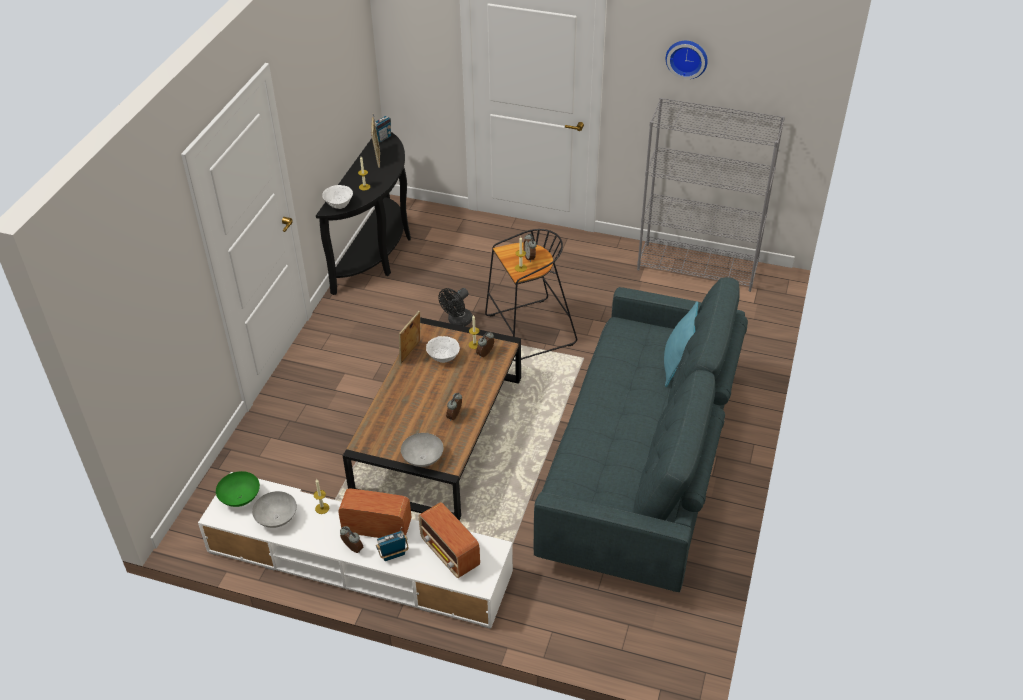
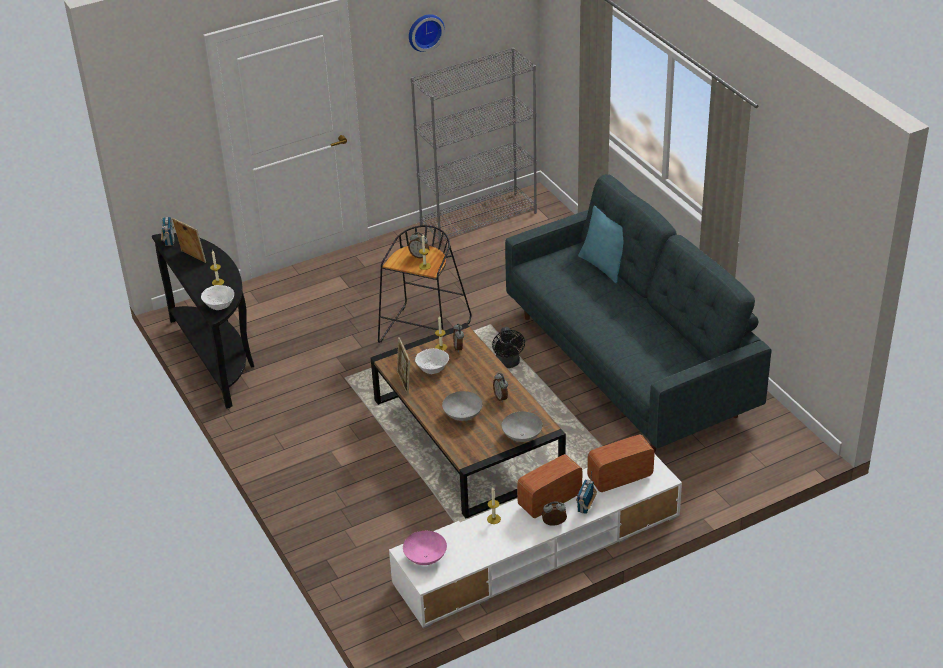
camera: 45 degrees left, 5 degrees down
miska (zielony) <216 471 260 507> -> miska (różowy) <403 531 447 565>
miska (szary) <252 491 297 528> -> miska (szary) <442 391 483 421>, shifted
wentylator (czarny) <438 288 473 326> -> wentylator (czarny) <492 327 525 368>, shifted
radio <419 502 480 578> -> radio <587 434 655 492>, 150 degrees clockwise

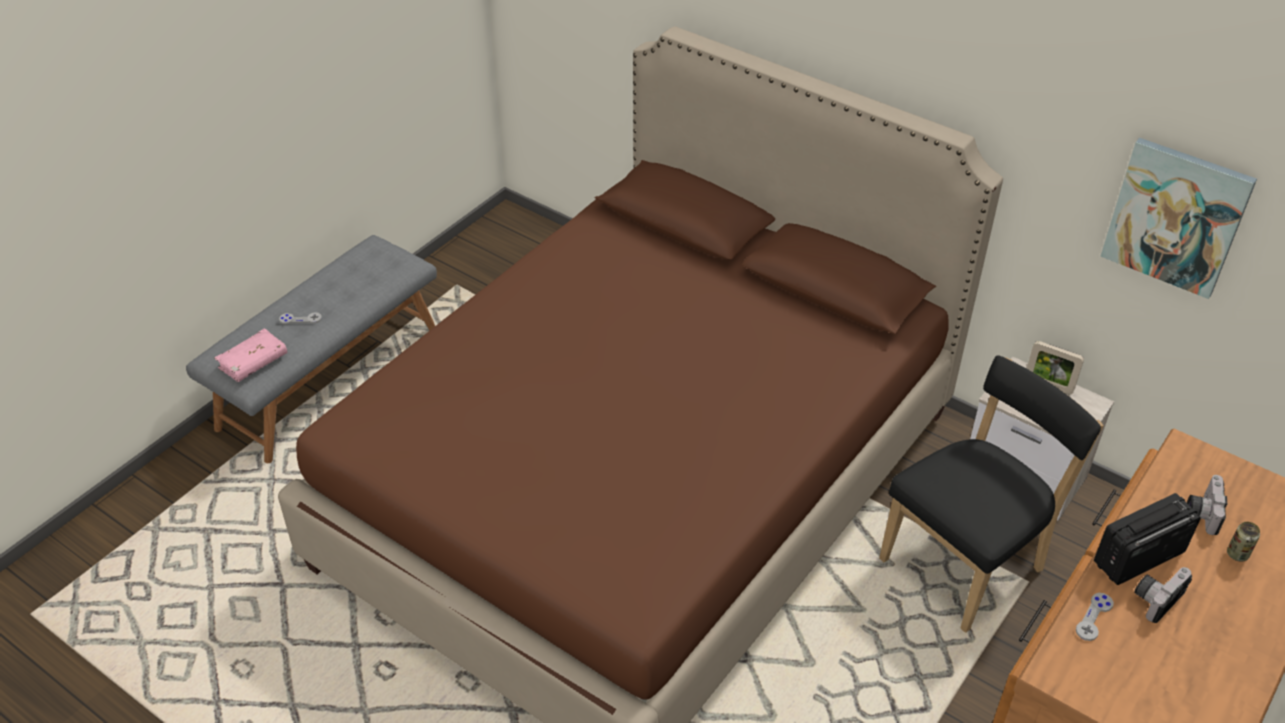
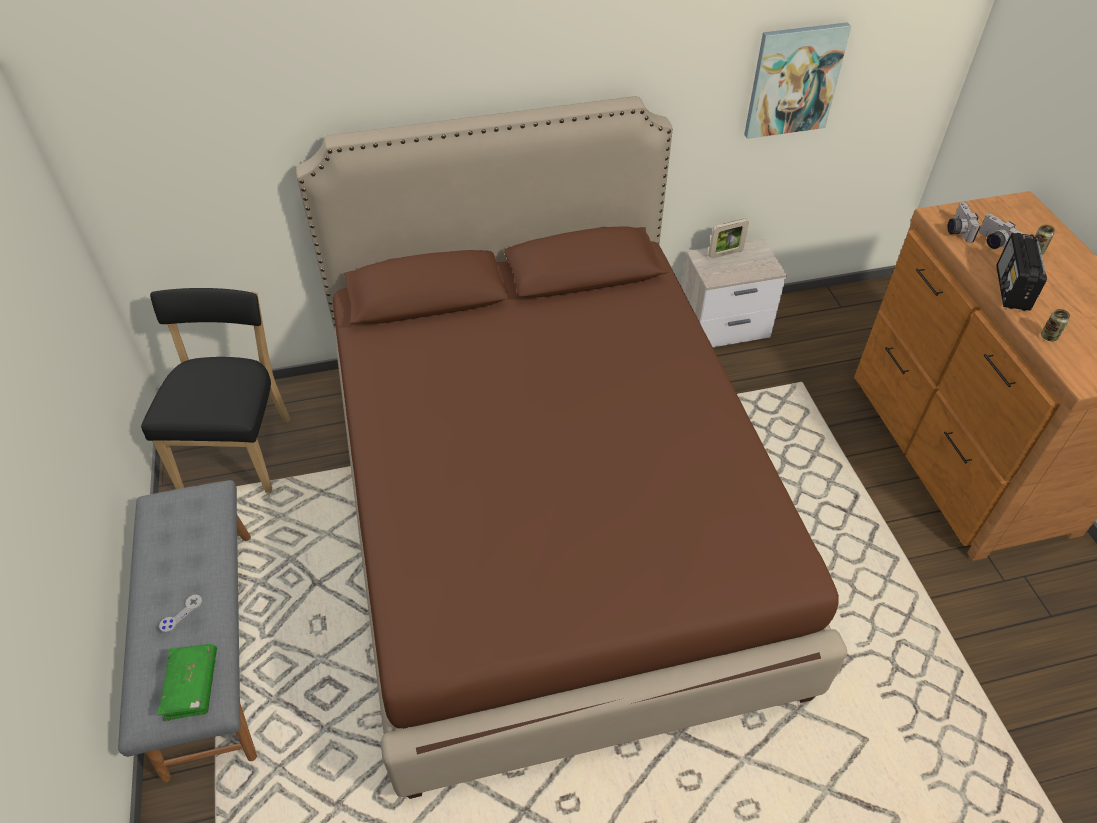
camera: 50 degrees left, 5 degrees up
krzesło (czarny) <879 355 1104 633> -> krzesło (czarny) <141 288 290 493>, shifted
książka (różowy) <214 328 288 382> -> książka (zielony) <157 644 217 721>
aparat fotograficzny <1134 567 1192 623> -> aparat fotograficzny <947 202 980 243>, shifted
pad do gier (szary) <1076 593 1114 641> -> puszka <1041 309 1070 341>

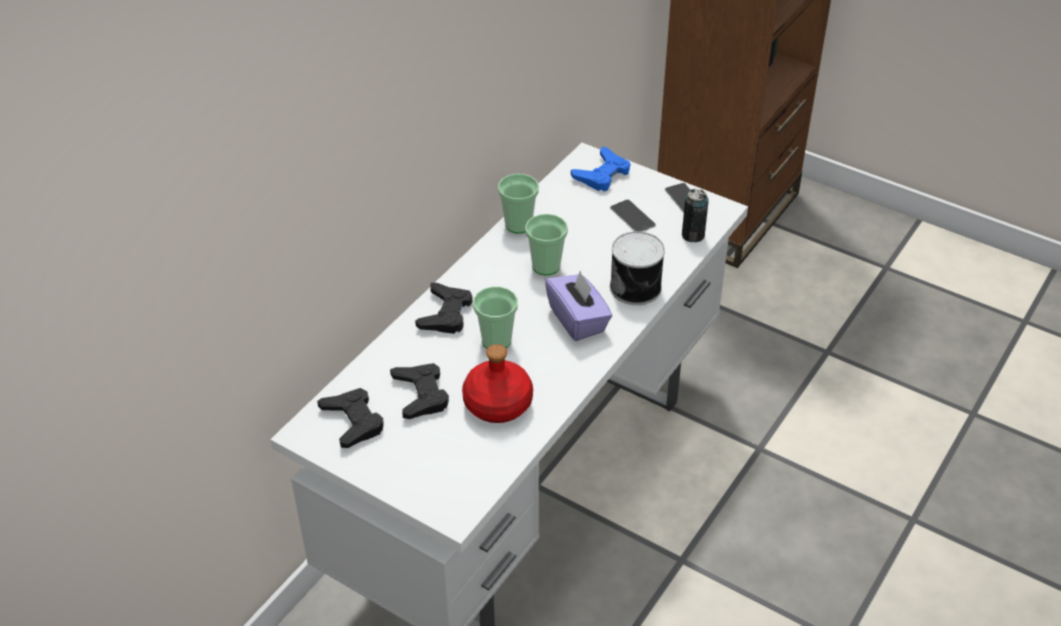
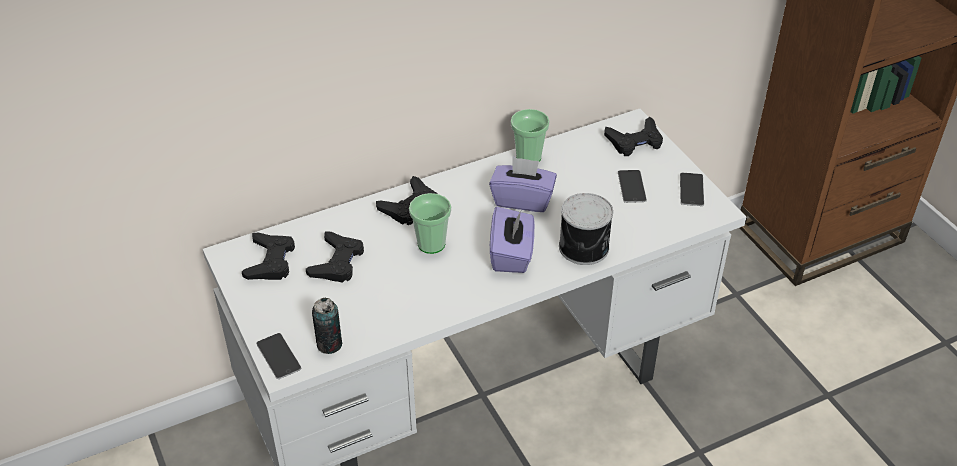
camera: 30 degrees right, 0 degrees up
none -> telefon <256 333 301 379>
puszka <682 189 709 242> -> puszka <312 298 343 354>, shifted
filiżanka <525 214 568 276> -> pudełko chusteczek (fioletowy) <489 156 557 212>
pad do gier (niebieski) <571 146 630 192> -> pad do gier (czarny) <604 117 663 156>
butelka (czerwony) <462 344 533 423> -> none

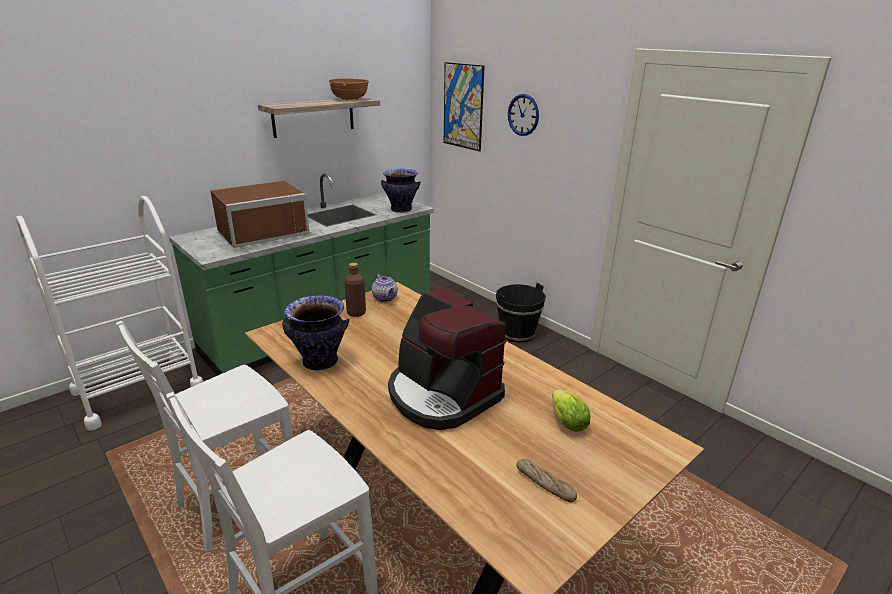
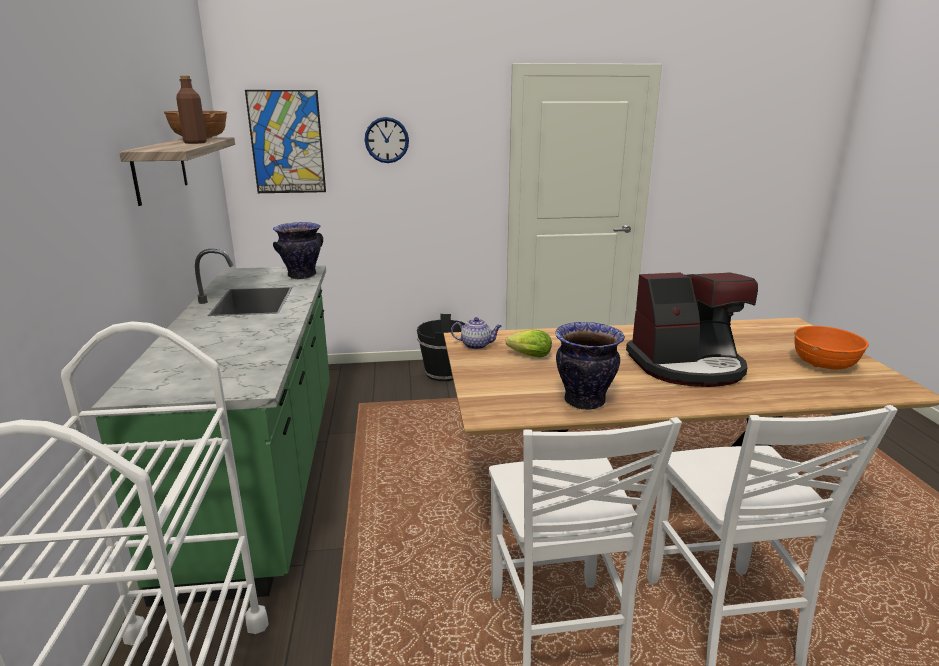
camera: 55 degrees left, 5 degrees down
butelka (brązowy) <344 263 366 317> -> butelka (brązowy) <176 76 207 144>, shifted
sałata <552 390 591 432> -> sałata <506 329 552 358>, shifted
chleb <516 459 577 502> -> miska (pomarańczowy) <794 326 869 369>
mikrofalówka (brązowy) <211 181 310 248> -> none

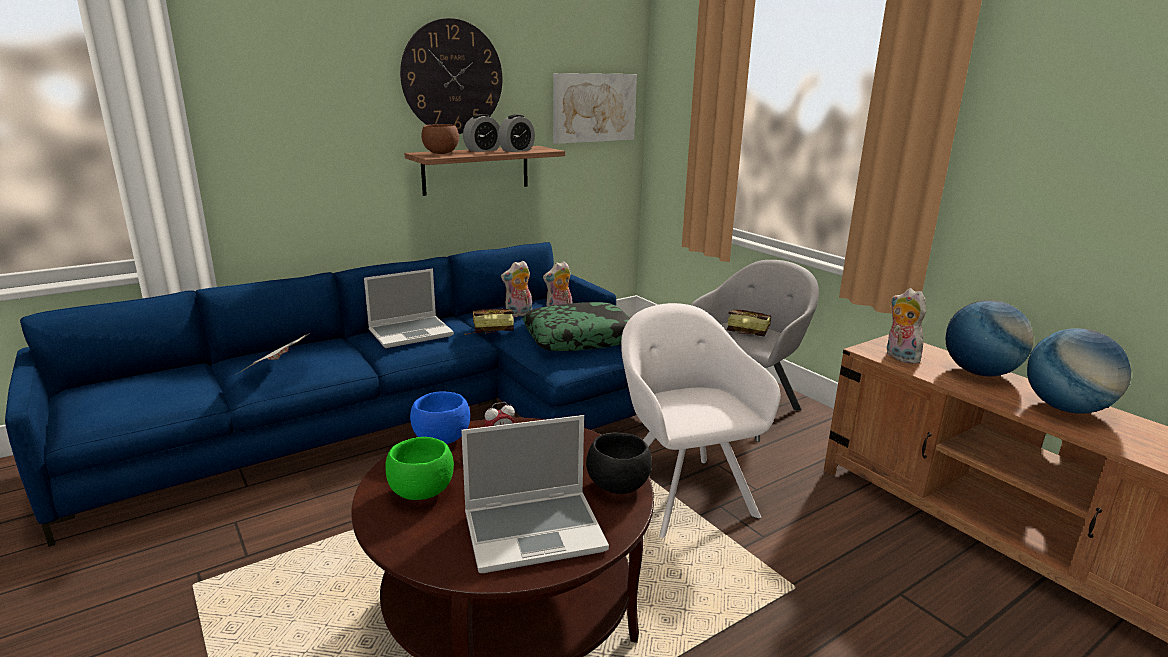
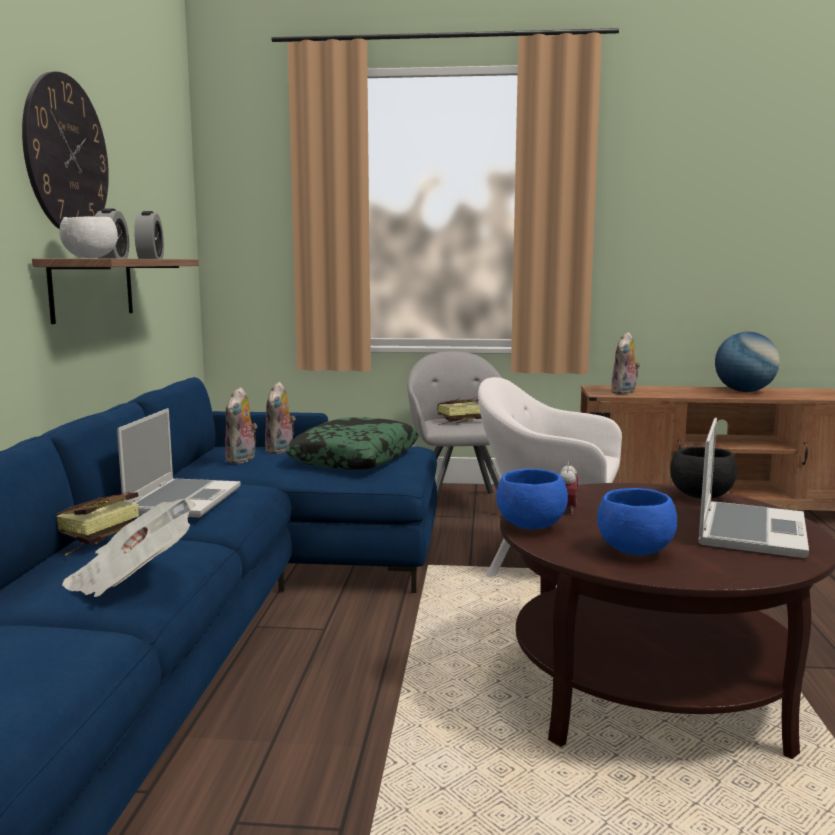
camera: 50 degrees left, 10 degrees down
książka <465 308 514 335> -> książka <56 492 139 556>, shifted
miska (brązowy) <421 124 459 154> -> miska (biały) <59 216 118 258>
miska (zielony) <385 437 454 500> -> miska (niebieski) <597 488 677 555>
pluszak <887 288 926 364> -> pluszak <611 332 640 394>, 75 degrees counterclockwise
obraz <553 73 637 144> -> none
globus <946 300 1034 377> -> none

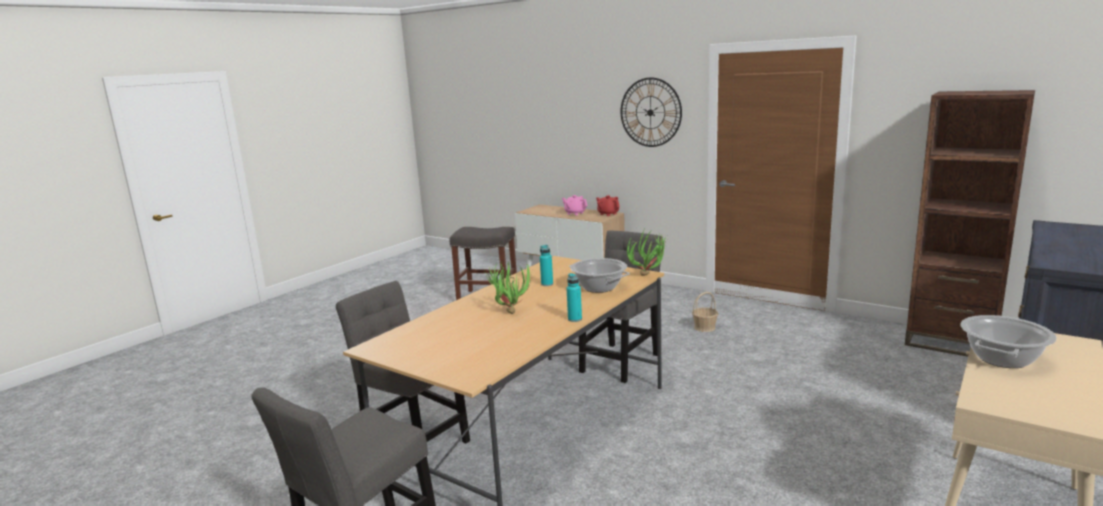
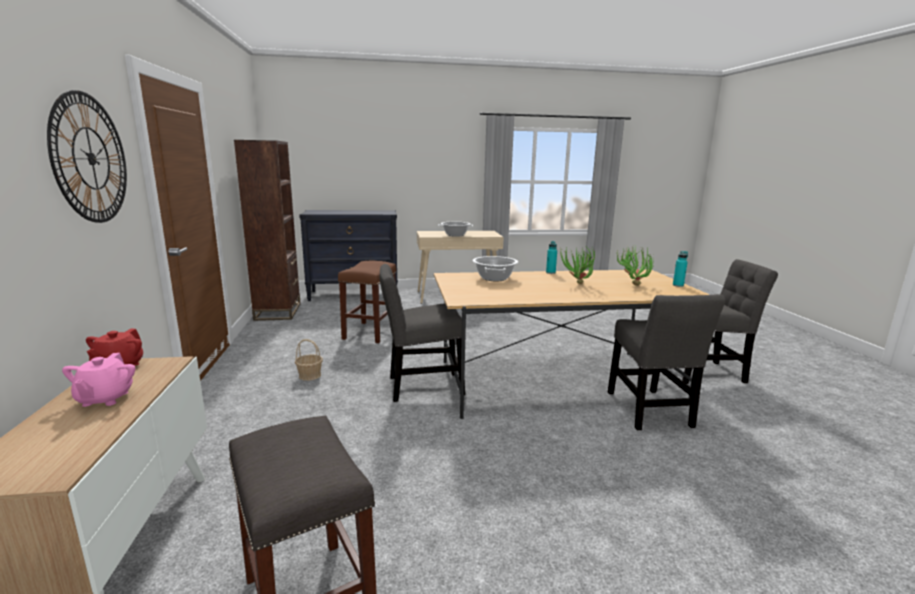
camera: 135 degrees left, 0 degrees up
none -> stołek (brązowy) <338 261 396 343>
roślina doniczkowa <627 229 667 276> -> roślina doniczkowa <617 246 654 286>, shifted
butelka (turkusowy) <540 245 553 286> -> butelka (turkusowy) <673 251 688 287>, shifted

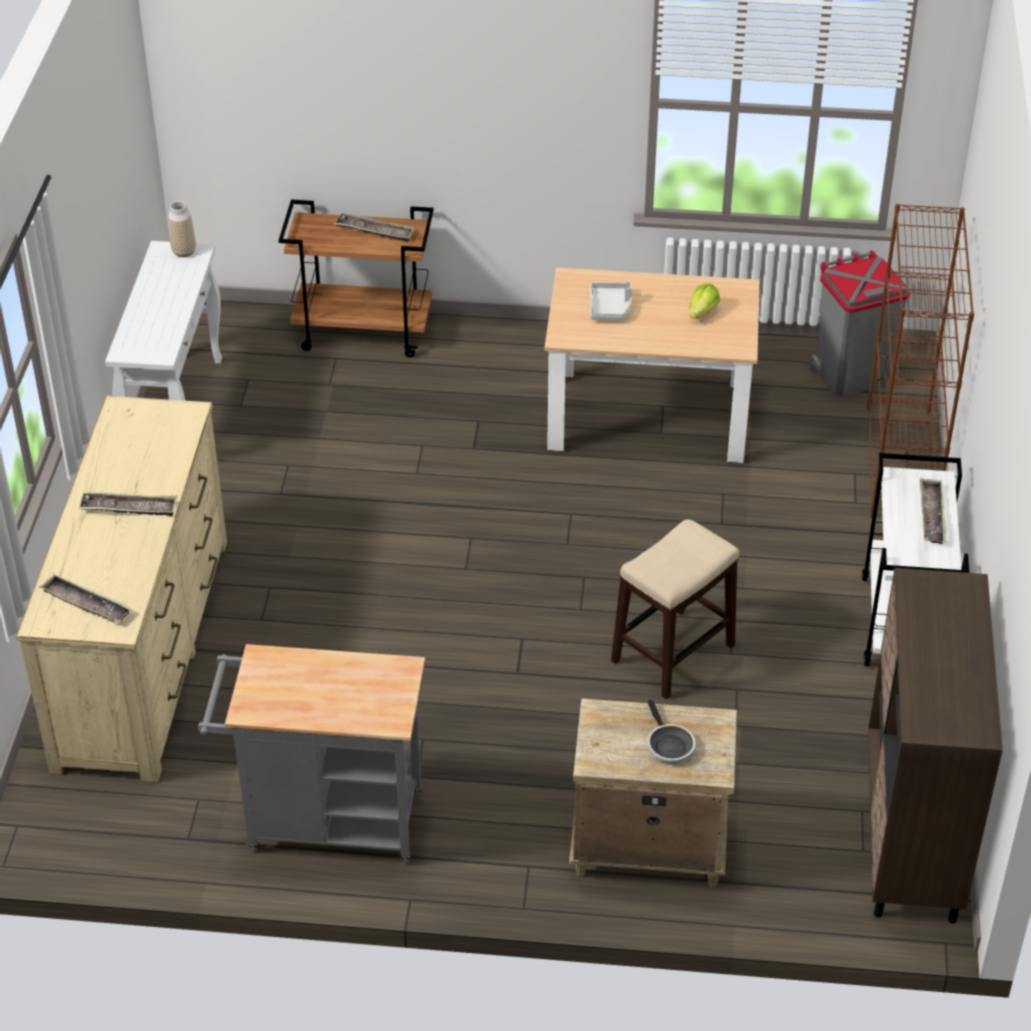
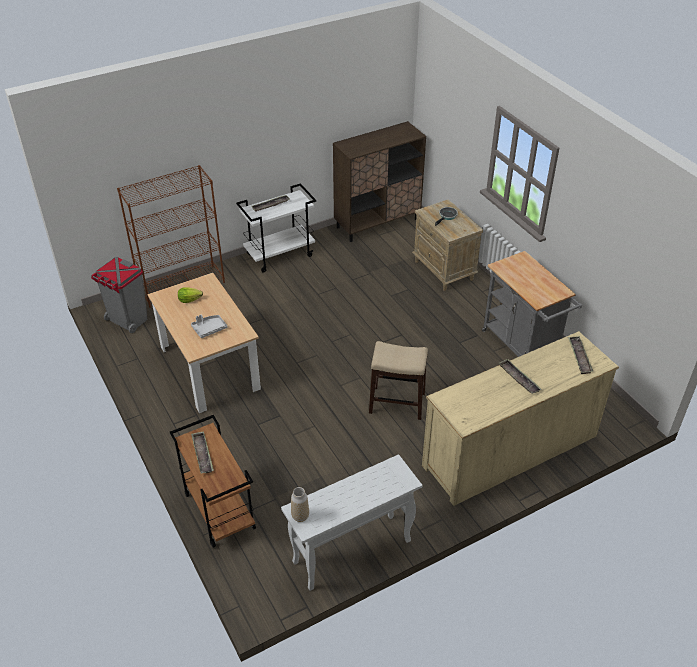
camera: 125 degrees left, 0 degrees up
stołek <611 519 739 699> -> stołek <369 341 428 420>, shifted

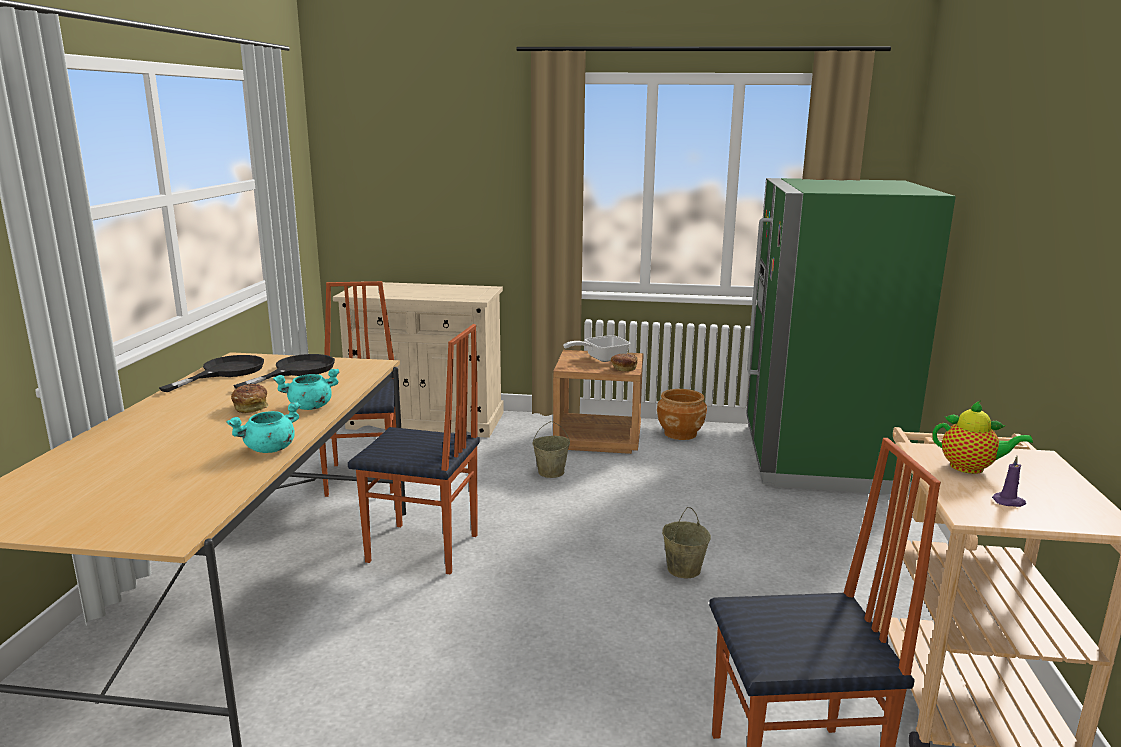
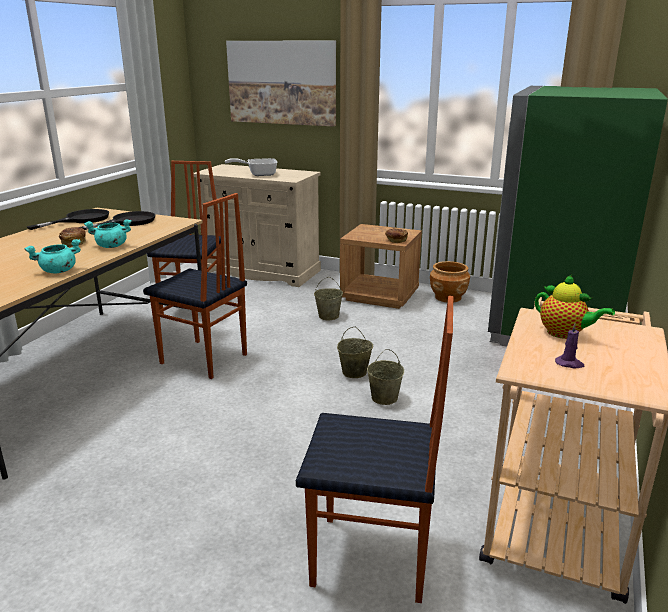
camera: 15 degrees right, 5 degrees up
patelnia <563 335 630 362> -> patelnia <225 158 278 176>, shifted
none -> obraz <226 41 336 127>
none -> wiadro (beżowy) <337 327 373 378>

